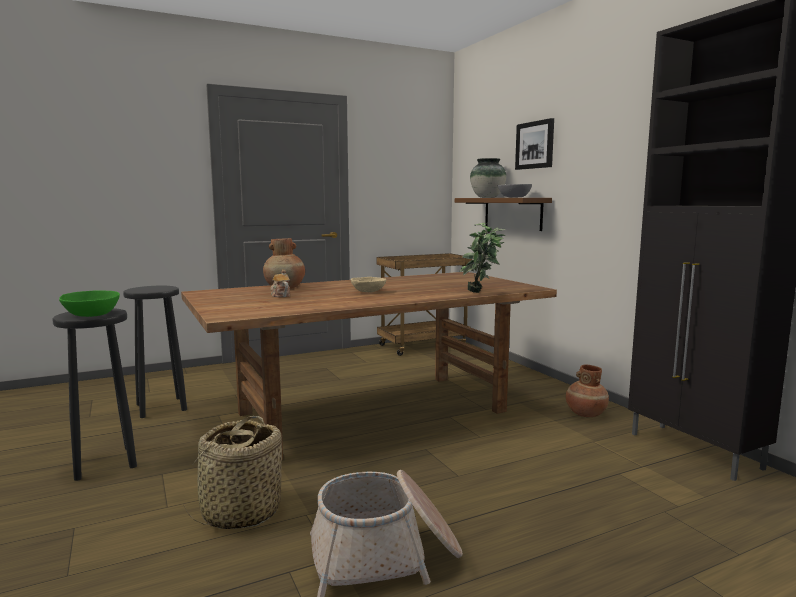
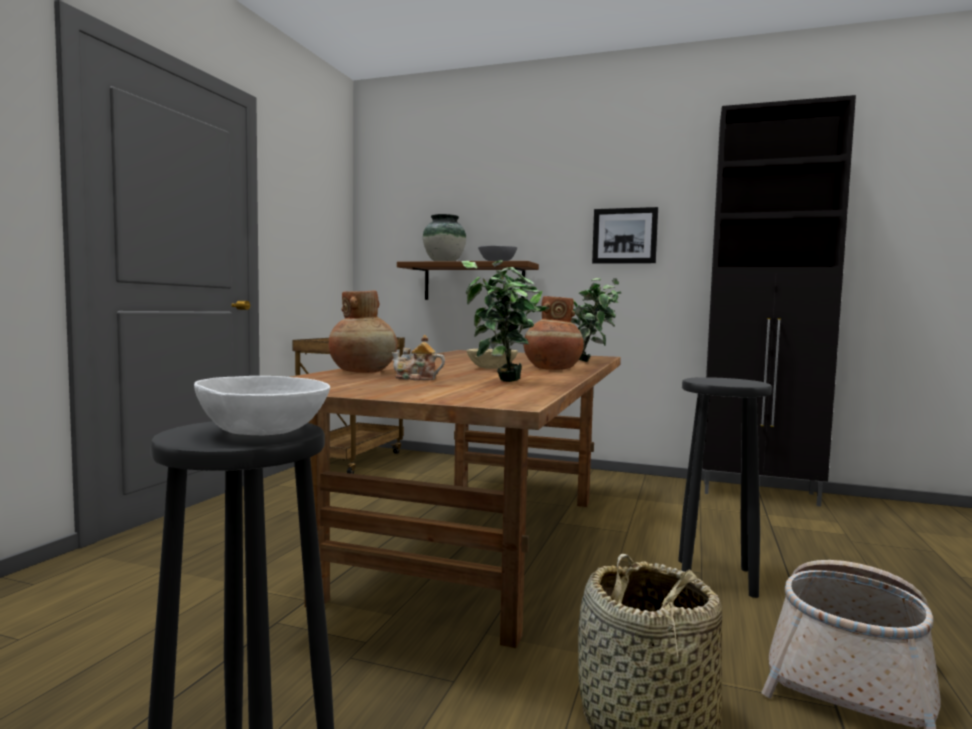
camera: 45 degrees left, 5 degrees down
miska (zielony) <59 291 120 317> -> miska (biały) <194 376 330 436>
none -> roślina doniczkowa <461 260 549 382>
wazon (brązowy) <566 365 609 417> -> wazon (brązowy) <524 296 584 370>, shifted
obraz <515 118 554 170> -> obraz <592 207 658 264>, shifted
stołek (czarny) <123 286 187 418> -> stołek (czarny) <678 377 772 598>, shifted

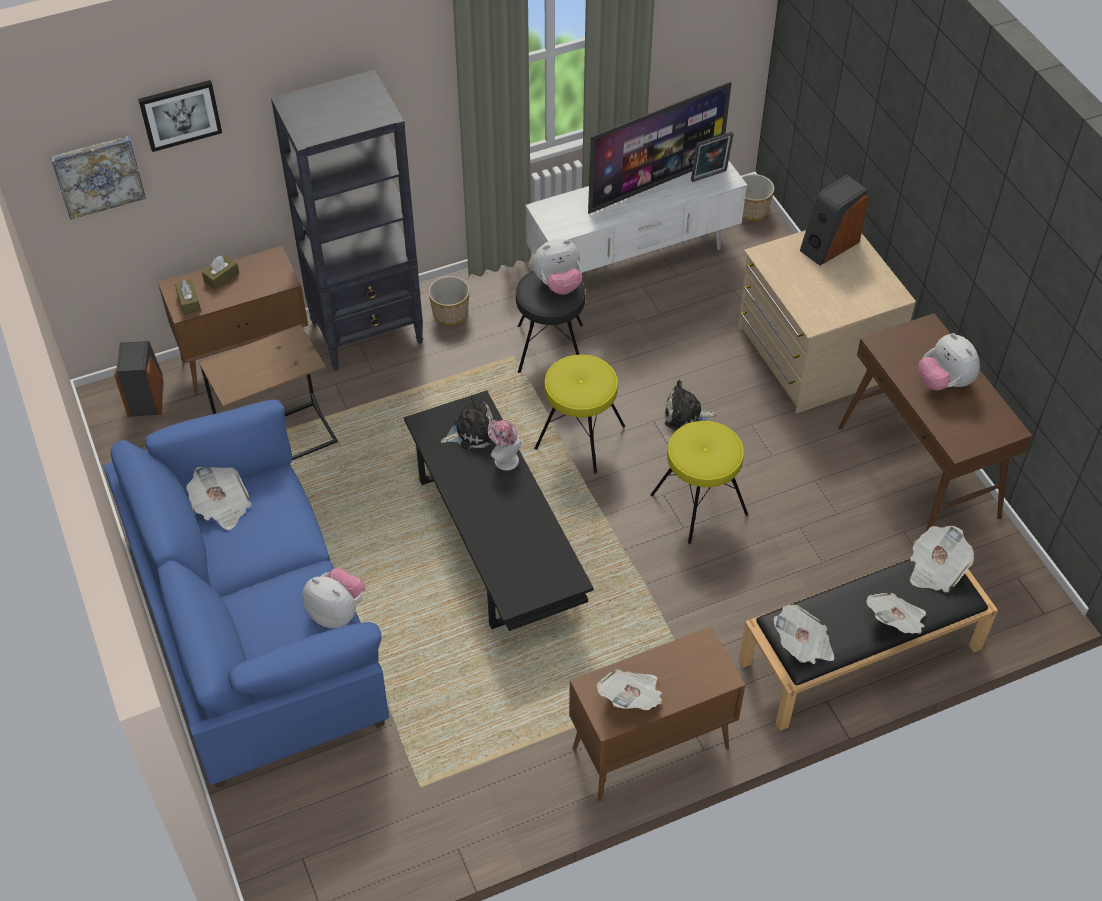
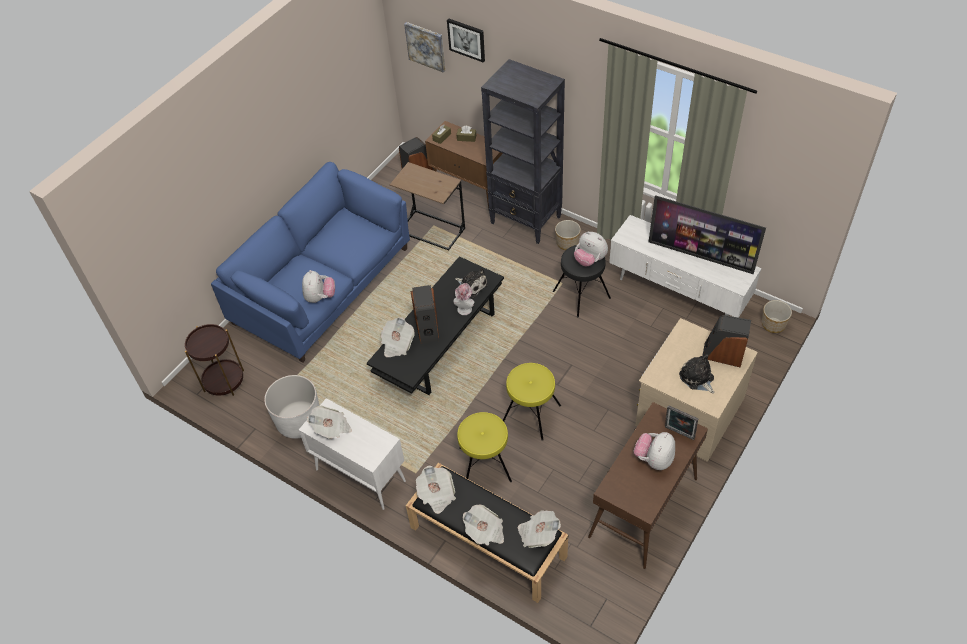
camera: 60 degrees right, 0 degrees up
none -> stolik (brązowy) <185 324 244 396>
none -> donica (biały) <264 375 320 439>
szafka (brązowy) <569 627 745 801> -> szafka (biały) <299 398 406 510>
gazeta <186 467 251 530> -> gazeta <381 317 415 357>, shifted
none -> głośnik <411 285 439 344>
stołek (żółty) <534 355 625 474> -> stołek (żółty) <457 412 512 482>, shifted
ramka na zdjęcie <691 132 734 182> -> ramka na zdjęcie <665 405 698 440>, shifted
pluszak <665 380 717 431> -> pluszak <679 354 715 393>, shifted

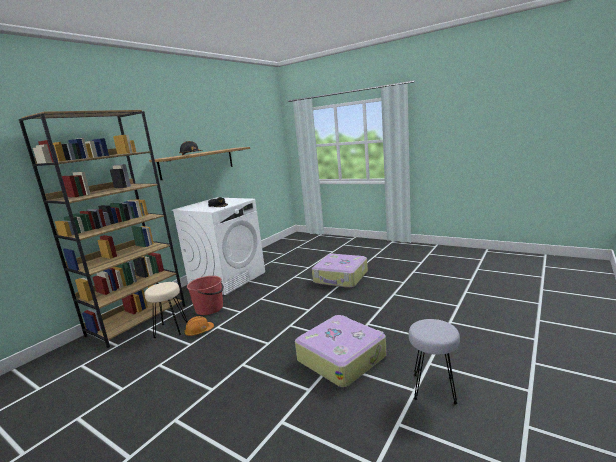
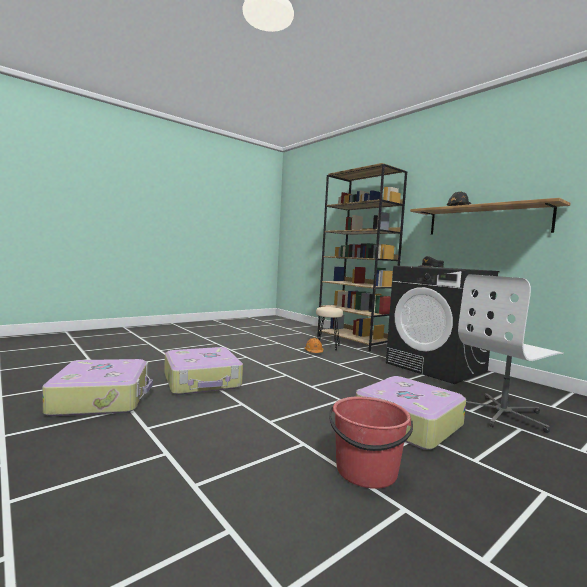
camera: 105 degrees right, 10 degrees down
stołek (szary) <409 319 460 404> -> walizka <42 359 153 416>
wiadro (czerwony) <187 276 224 315> -> wiadro (czerwony) <329 396 413 489>, shifted
pralka (biały) <172 197 265 295> -> pralka (czarny) <386 266 499 384>
none -> krzesło biurowe (biały) <458 274 564 433>

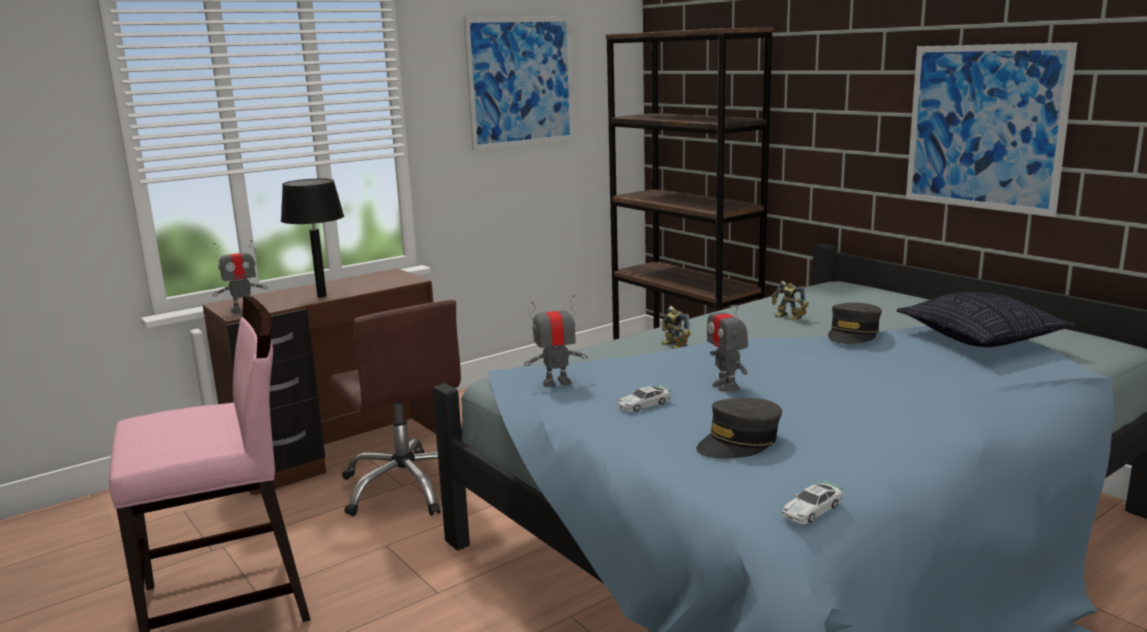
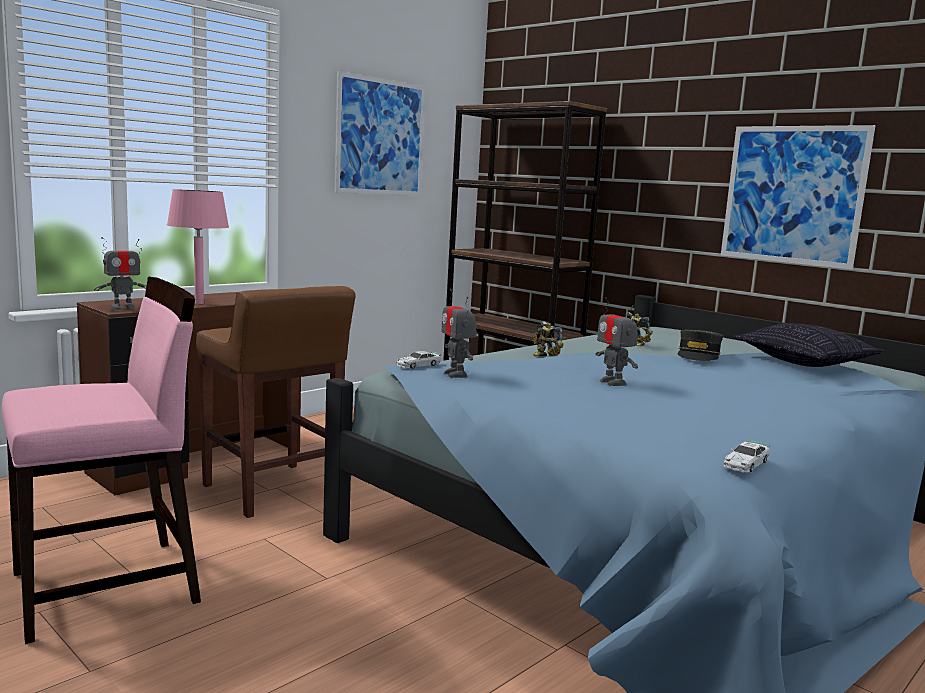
camera: 10 degrees left, 5 degrees down
lampa stołowa (czarny) <281 179 344 298> -> lampa stołowa (różowy) <167 189 229 304>
krzesło biurowe (brązowy) <330 300 461 516> -> stołek (brązowy) <196 286 356 518>
samochodzik <617 384 671 412> -> samochodzik <396 351 442 369>, shifted
robot zabawkowy <524 295 588 387> -> robot zabawkowy <441 289 477 378>, 90 degrees counterclockwise
czapka z daszkiem (szary) <696 398 782 459> -> none

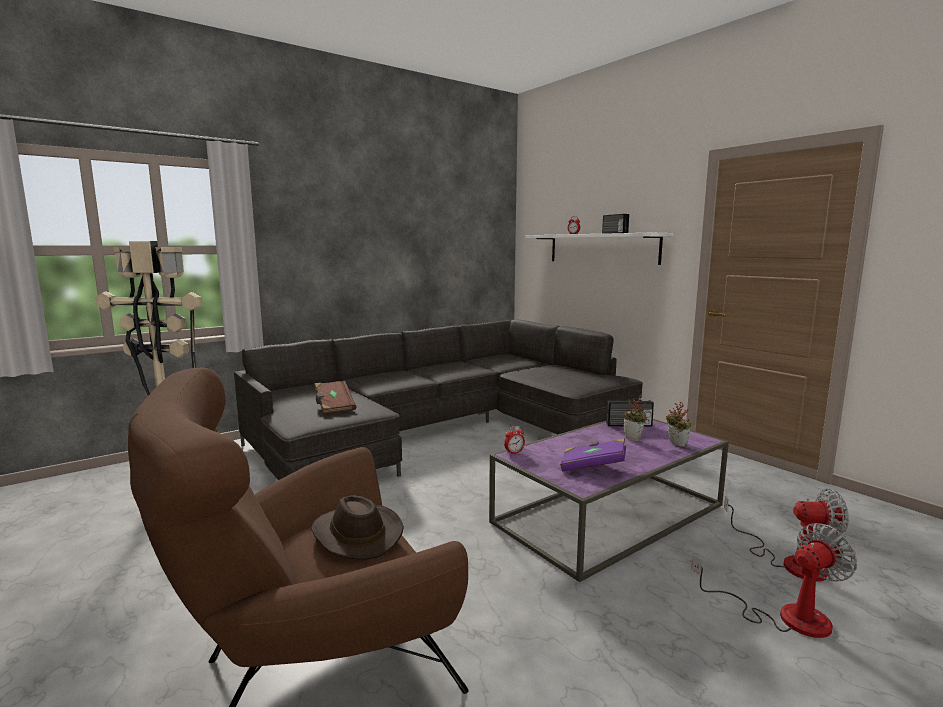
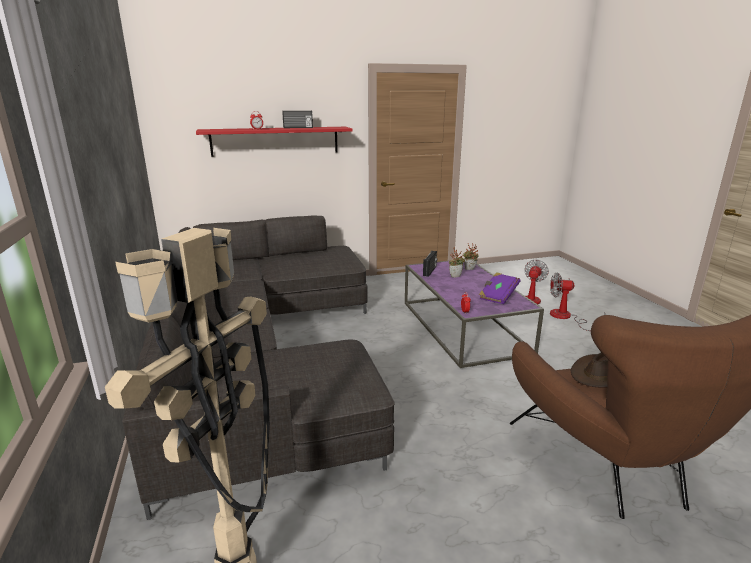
camera: 70 degrees left, 10 degrees up
półka (biały) <526 233 673 265> -> półka (czerwony) <196 127 353 157>
wentylator <691 523 857 638> -> wentylator <550 273 606 331>, 75 degrees counterclockwise
książka (brązowy) <315 381 356 415> -> none

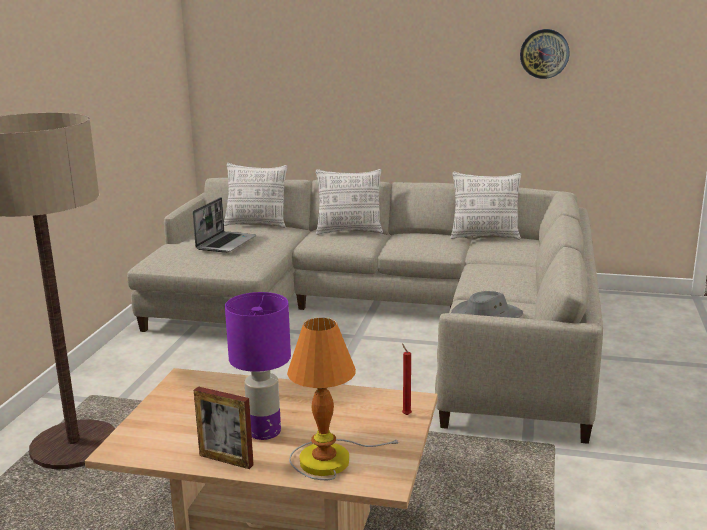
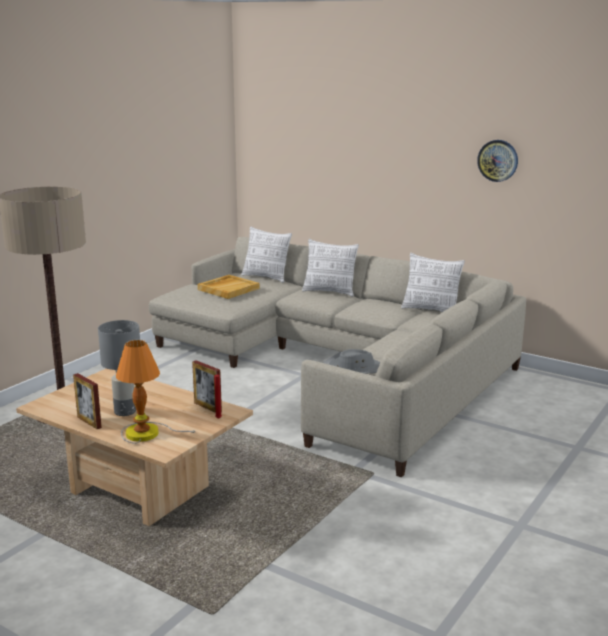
camera: 20 degrees right, 0 degrees up
lampa stołowa (fioletowy) <225 292 291 440> -> lampa stołowa (szary) <98 320 140 416>
none -> ramka na zdjęcie <192 360 222 413>
laptop <193 197 256 253> -> taca (beżowy) <198 275 259 299>

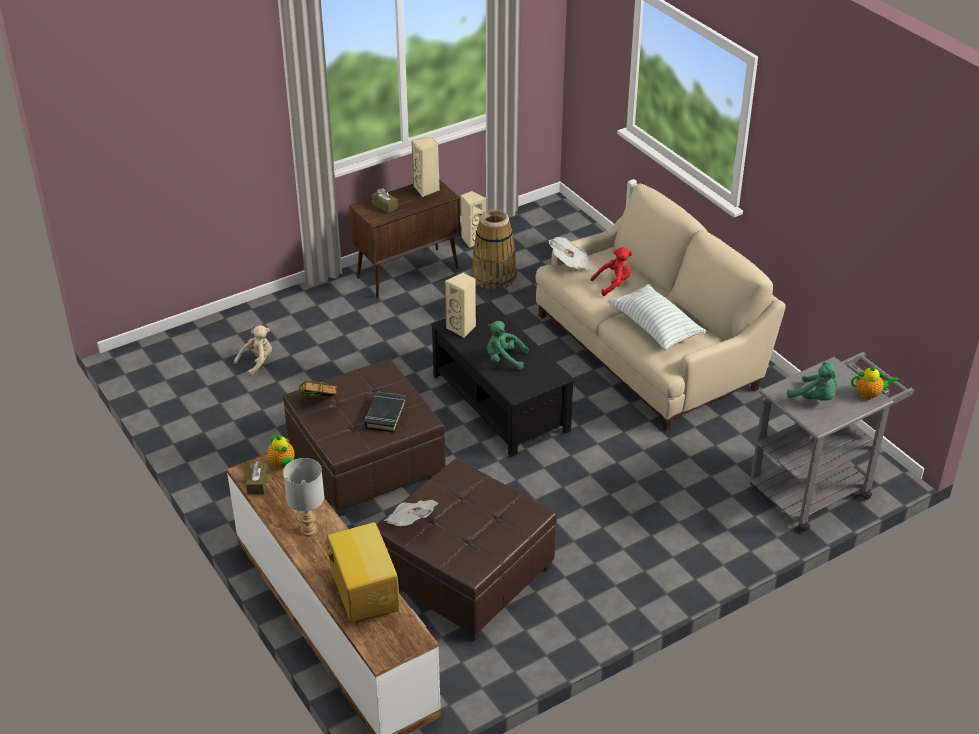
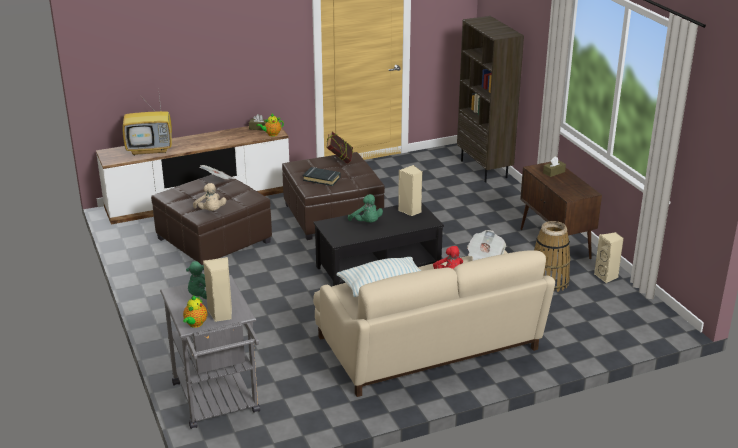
camera: 100 degrees right, 10 degrees down
pluszak (beżowy) <234 325 272 377> -> pluszak (beżowy) <193 183 226 211>, shifted
głośnik (beżowy) <411 137 440 197> -> głośnik (beżowy) <203 257 232 322>, shifted
pluszak (zielony) <487 321 528 370> -> pluszak (zielony) <348 194 383 222>, 120 degrees clockwise
none -> regał (brązowy) <457 16 524 182>
lampa stołowa (szary) <283 458 324 536> -> none

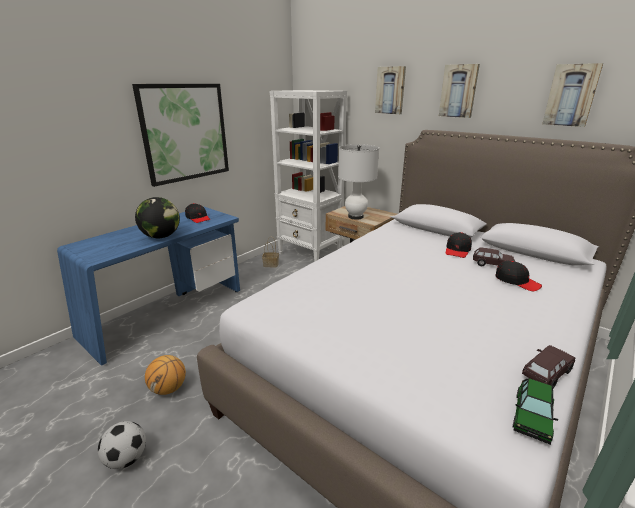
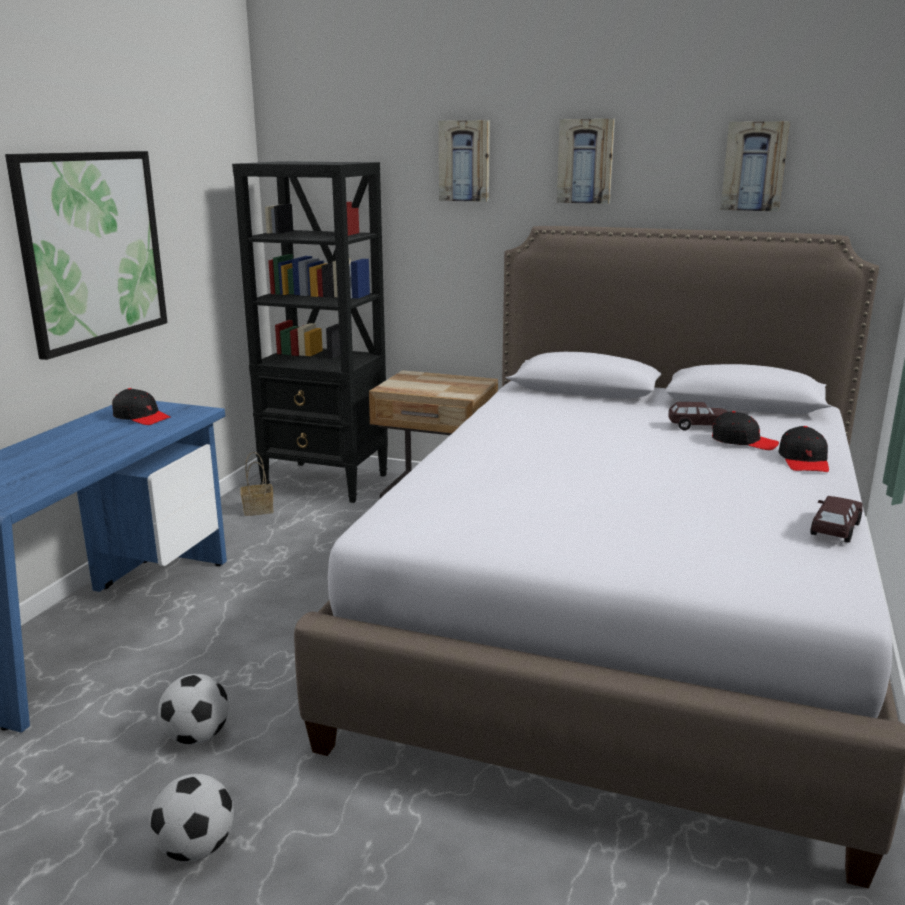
camera: 20 degrees left, 5 degrees down
piłka do koszykówki <145 355 186 395> -> piłka futbolowa <158 674 229 745>
regał (biały) <270 90 347 262> -> regał (czarny) <232 161 388 503>
czapka z daszkiem (czarny) <446 232 472 258> -> czapka z daszkiem (czarny) <778 426 829 472>, shifted
globus <135 197 180 238> -> none
lampa stołowa (biały) <338 144 379 220> -> none
samochodzik <513 378 558 445> -> none

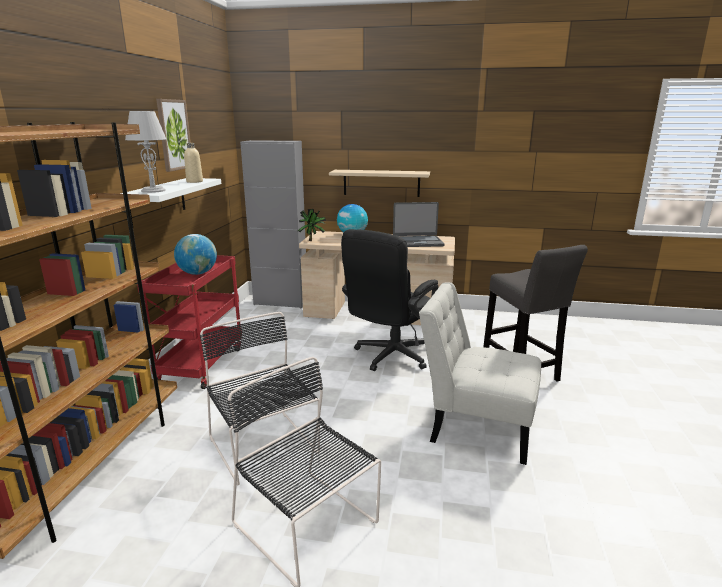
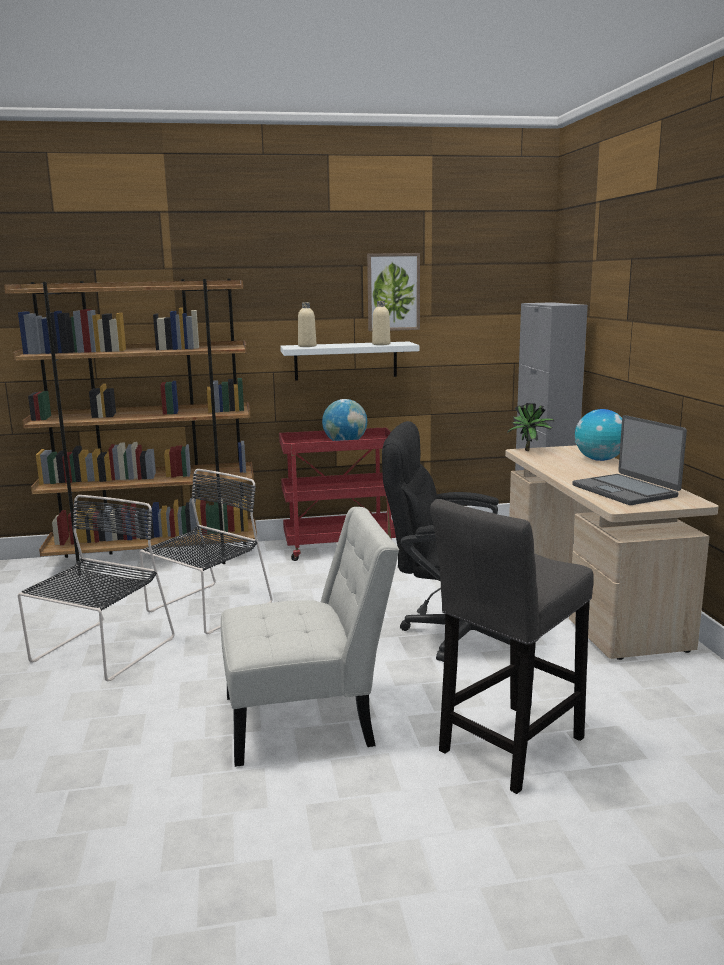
camera: 70 degrees right, 5 degrees down
krzesło (biały) <419 282 541 465> -> krzesło (biały) <221 507 399 767>, 75 degrees clockwise
lampa stołowa (szary) <125 111 166 193> -> butelka (beżowy) <298 302 317 347>
półka (beżowy) <329 170 430 197> -> none

